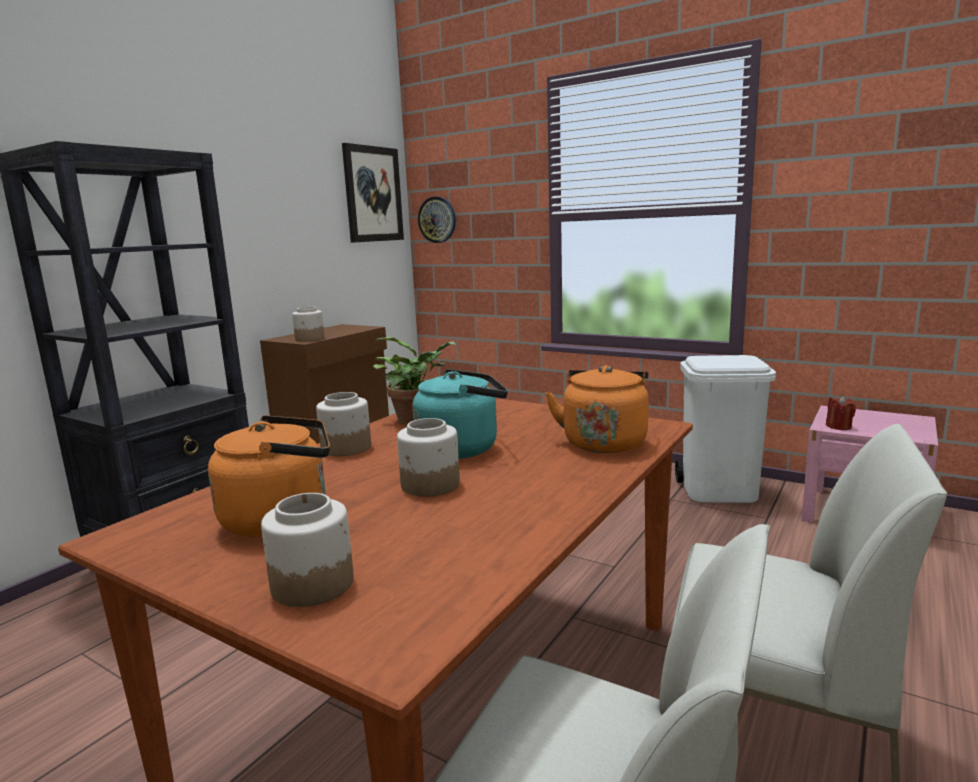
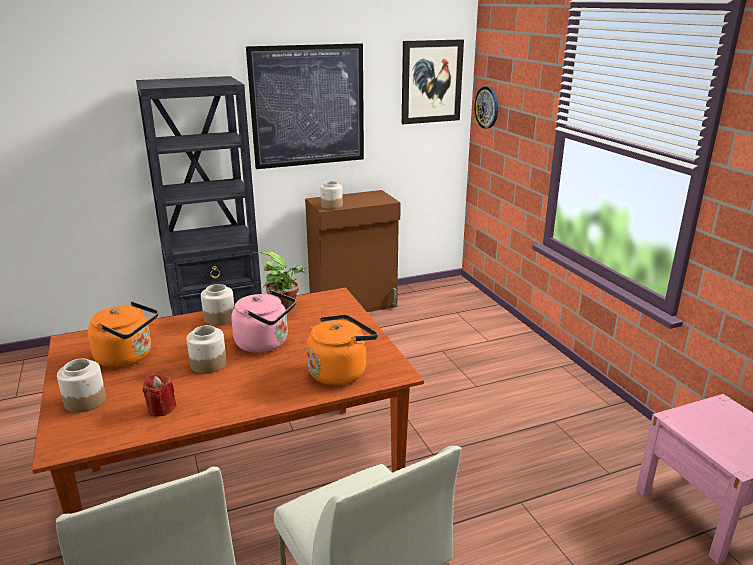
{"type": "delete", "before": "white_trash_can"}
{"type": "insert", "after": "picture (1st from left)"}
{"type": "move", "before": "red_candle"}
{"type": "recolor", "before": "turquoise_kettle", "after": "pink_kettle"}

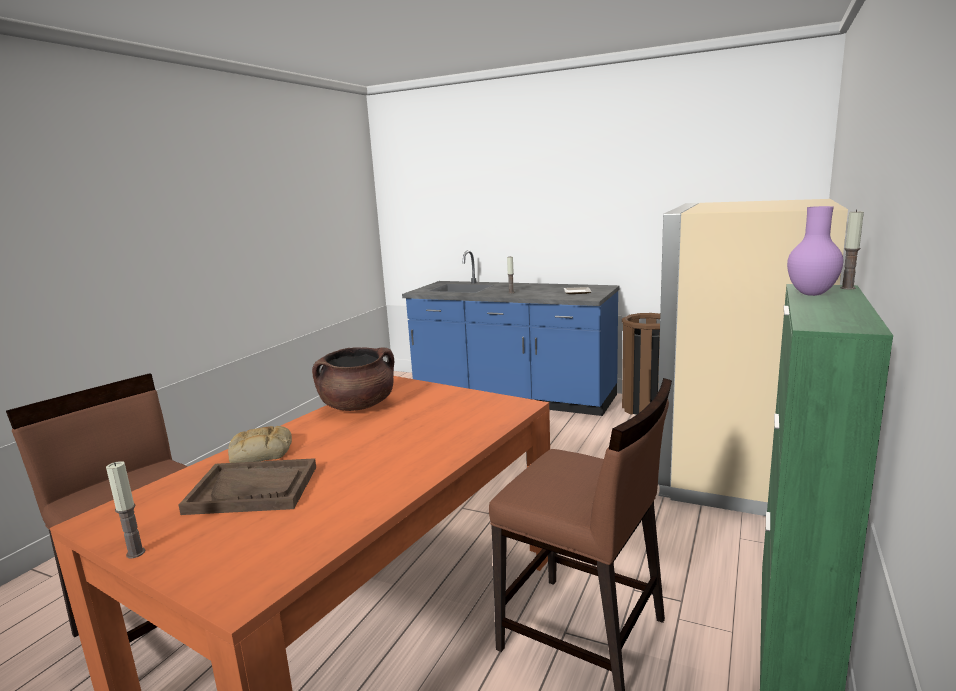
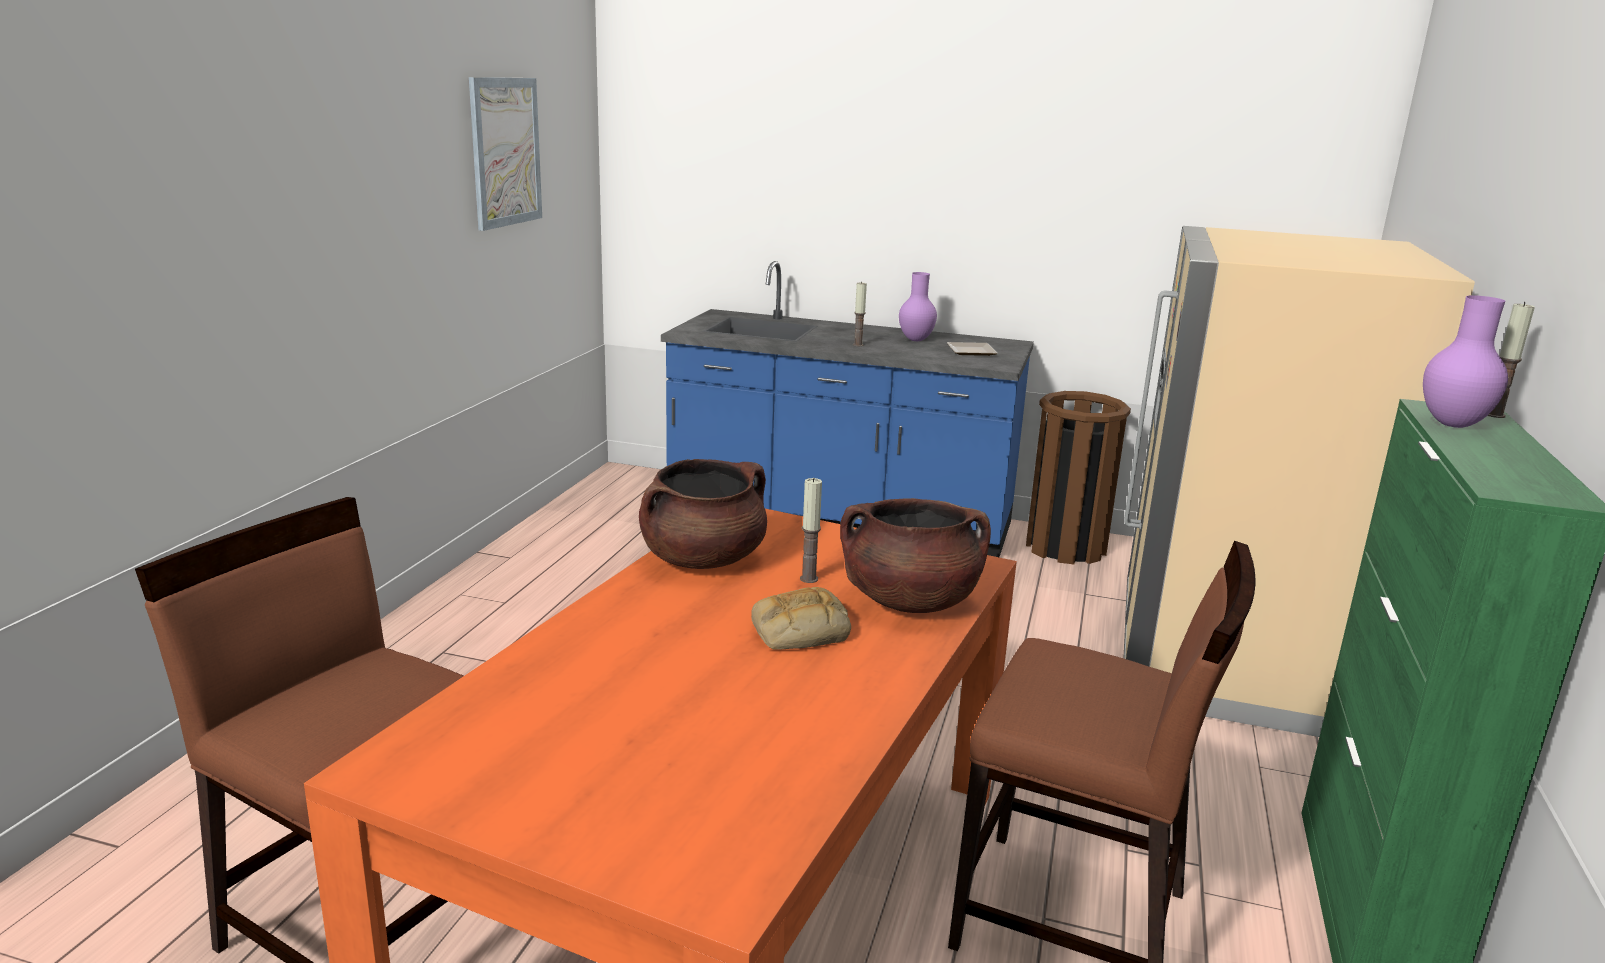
{"type": "delete", "before": "brown_tray"}
{"type": "insert", "after": "picture"}
{"type": "insert", "after": "brown_cooking_pot (2nd from left)"}
{"type": "insert", "after": "purple_vase (1st from left)"}
{"type": "move", "before": "candle (1st from left)"}
{"type": "move", "before": "bread"}

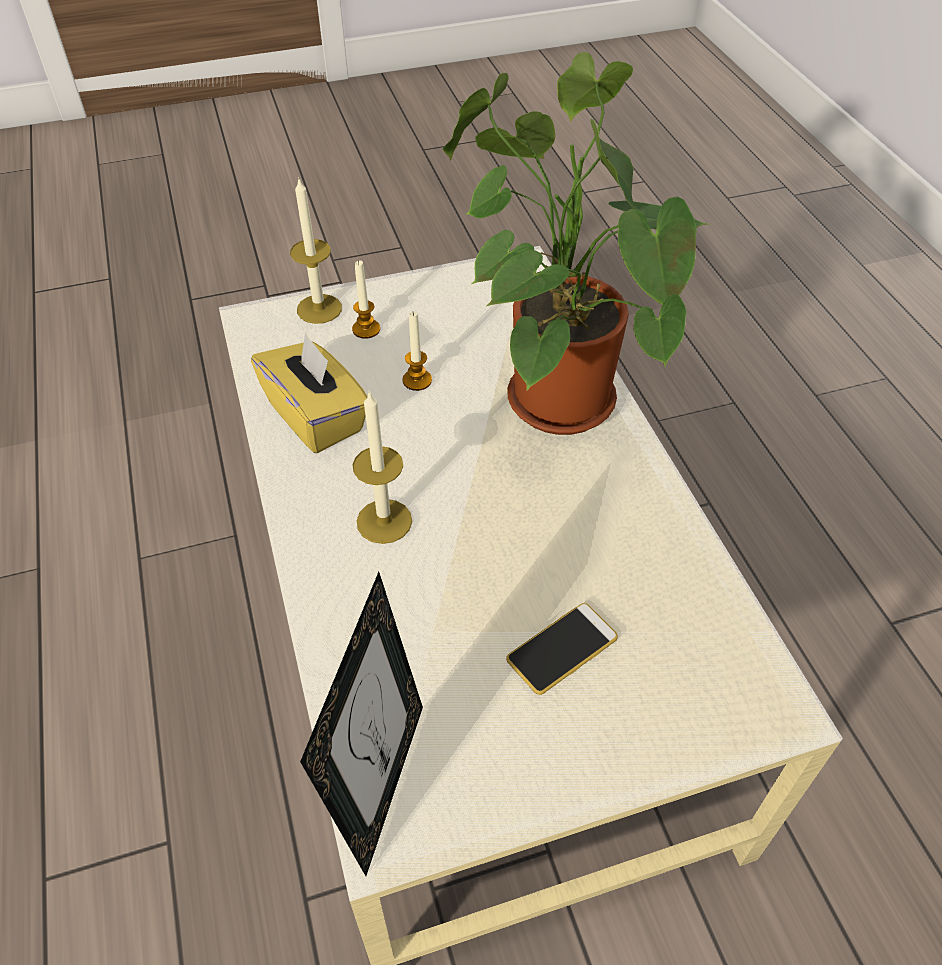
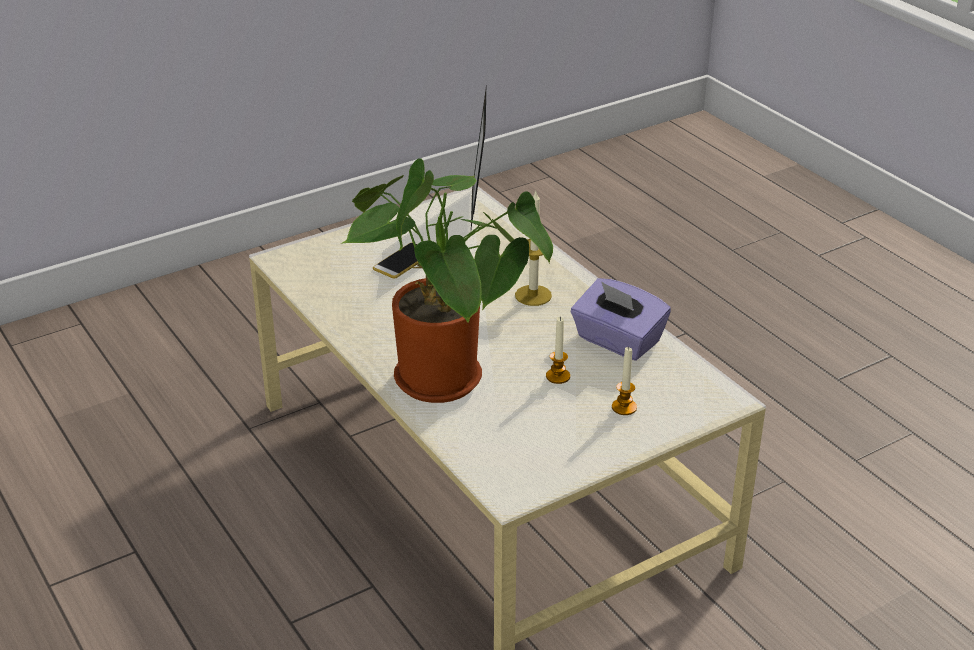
{"type": "delete", "before": "candle (1st from left)"}
{"type": "recolor", "before": "yellow_tissue_box", "after": "purple_tissue_box"}

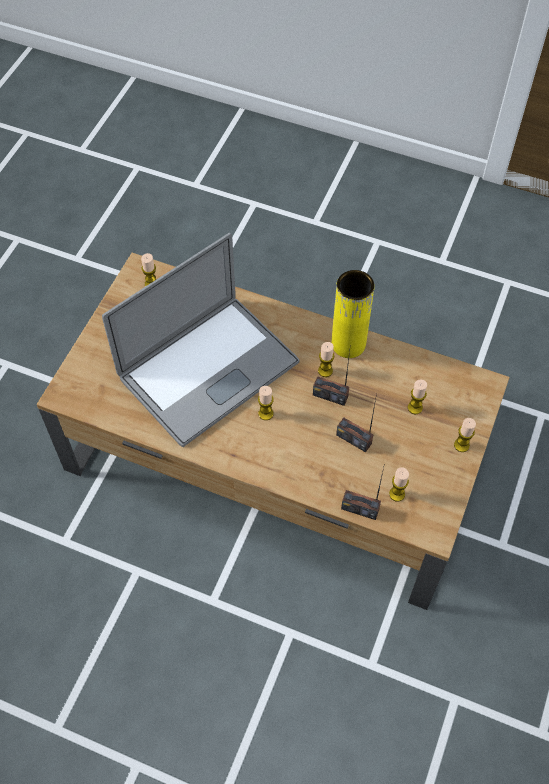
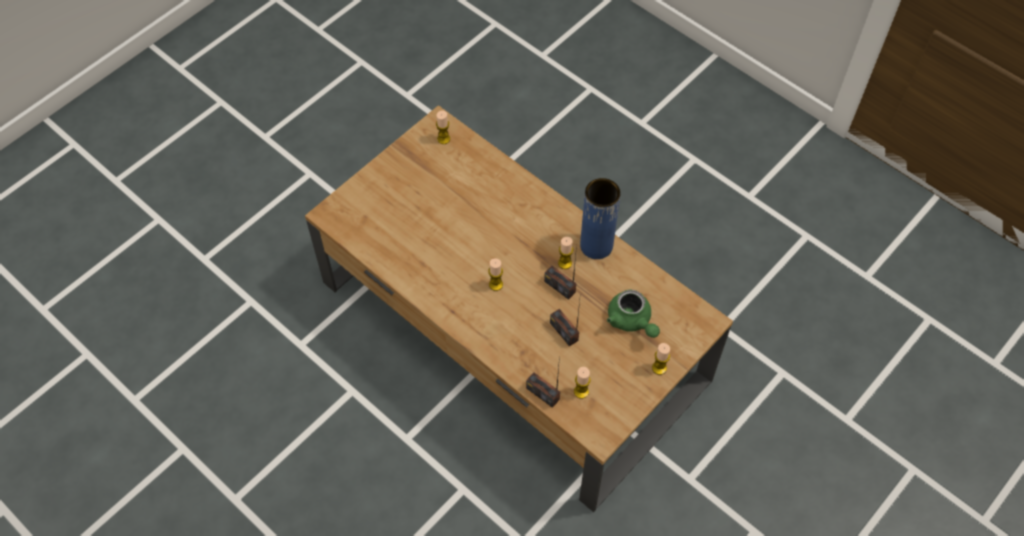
{"type": "delete", "before": "laptop"}
{"type": "replace", "before": "candle (5th from left)", "after": "green_teapot"}
{"type": "recolor", "before": "yellow_vase", "after": "blue_vase"}

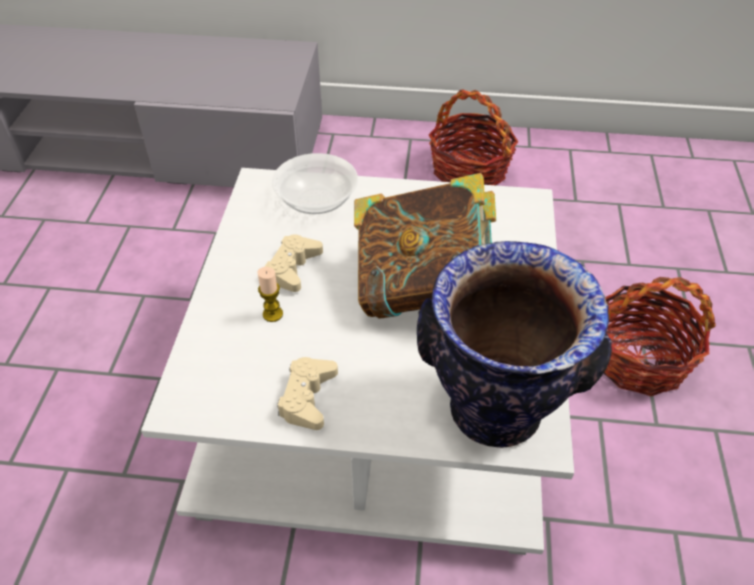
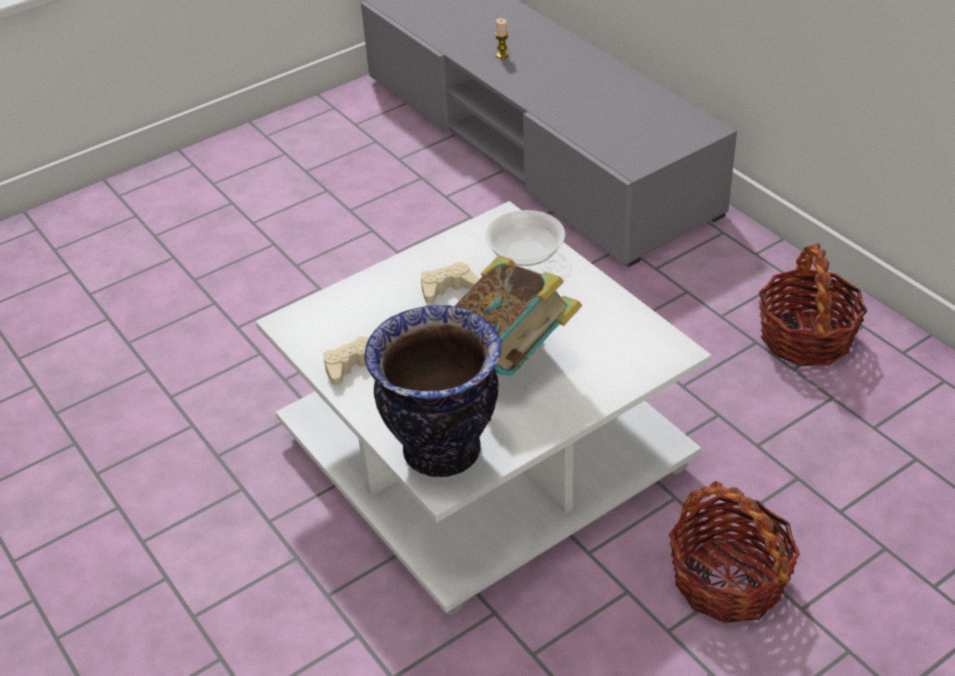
{"type": "move", "before": "candle"}

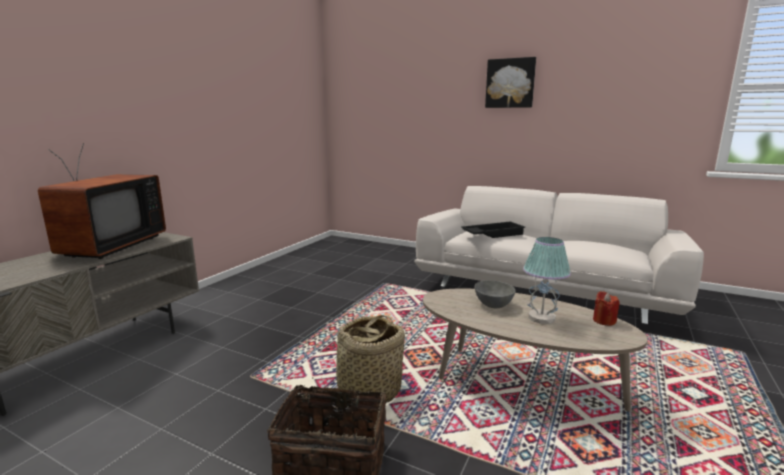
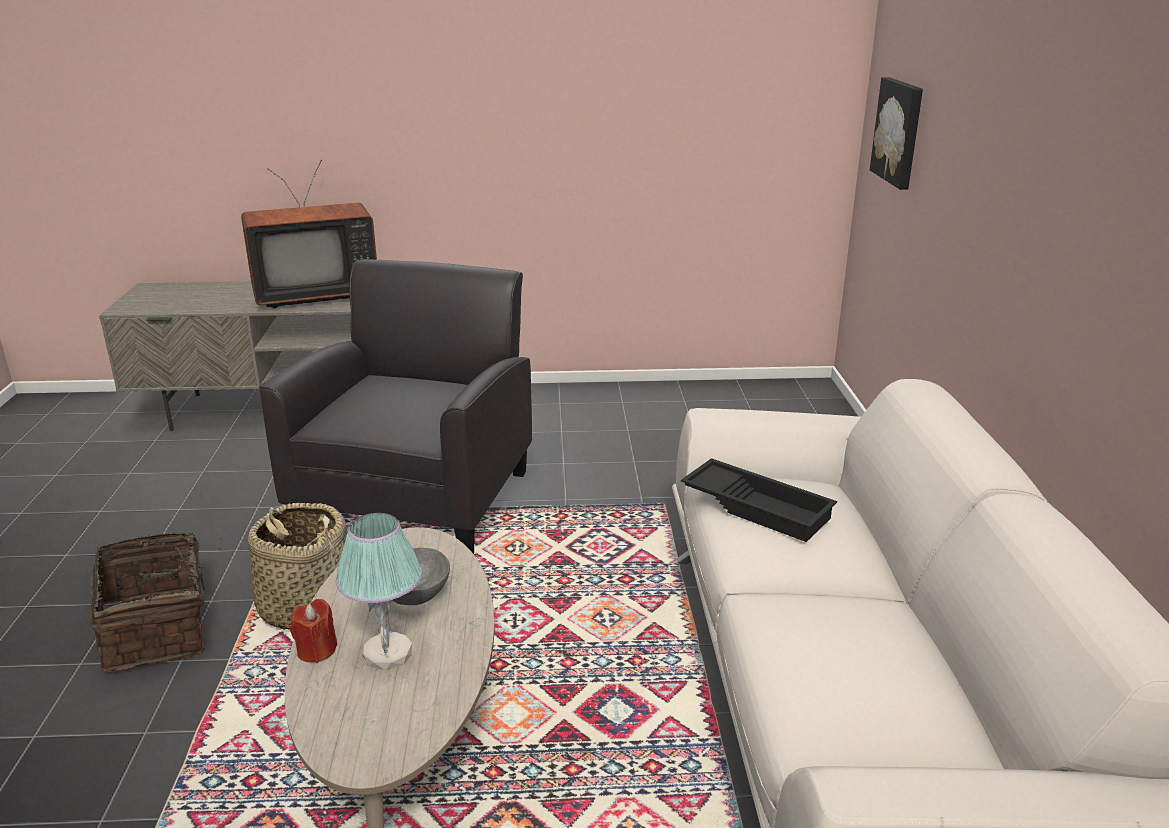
{"type": "insert", "after": "black_armchair"}
{"type": "move", "before": "picture"}
{"type": "move", "before": "red_candle"}

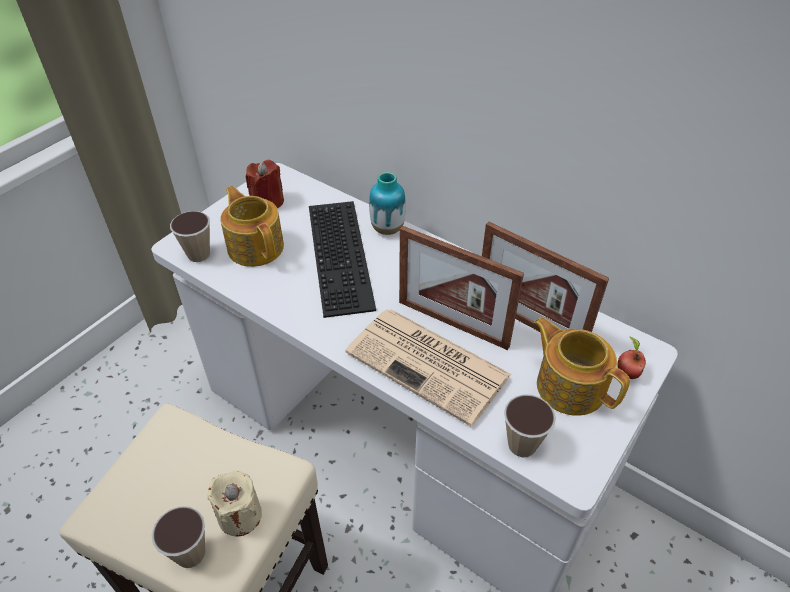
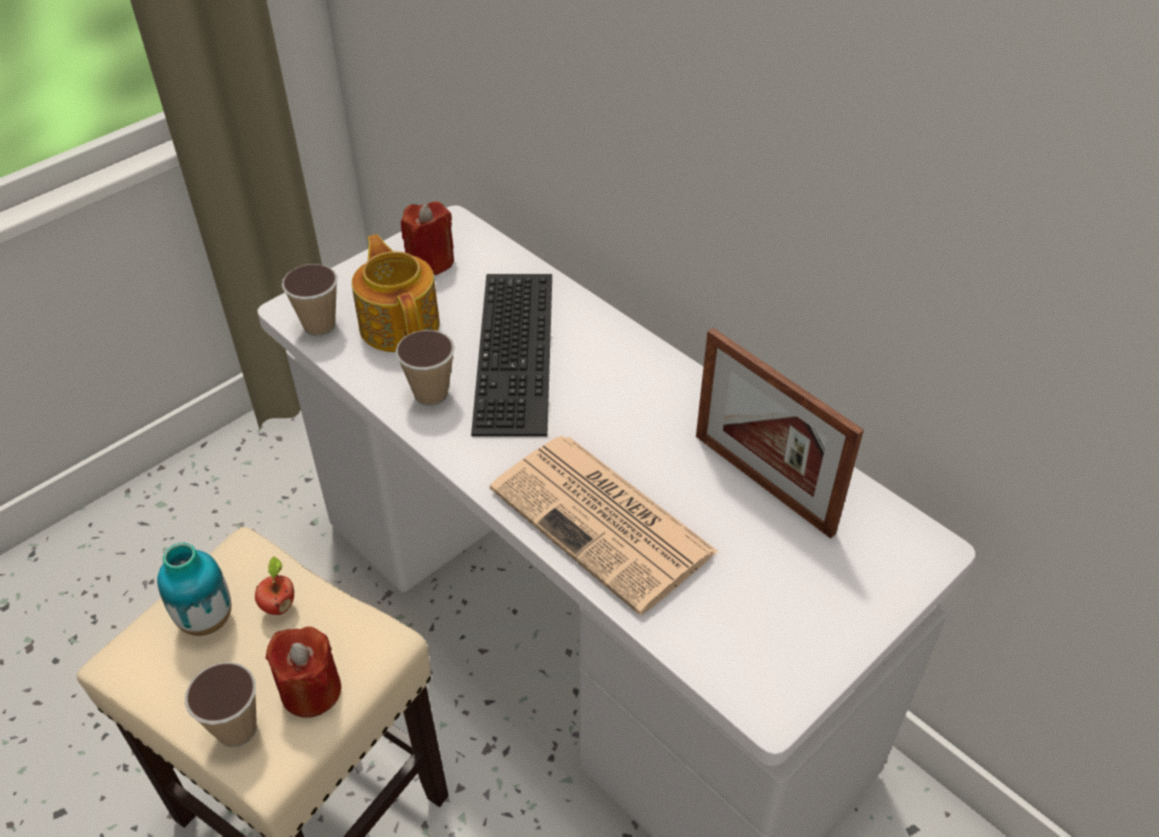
{"type": "delete", "before": "picture_frame (1st from left)"}
{"type": "delete", "before": "teapot (2nd from left)"}
{"type": "move", "before": "vase"}
{"type": "move", "before": "cup (3rd from left)"}
{"type": "move", "before": "apple"}
{"type": "recolor", "before": "beige_candle", "after": "red_candle (1st from left)"}

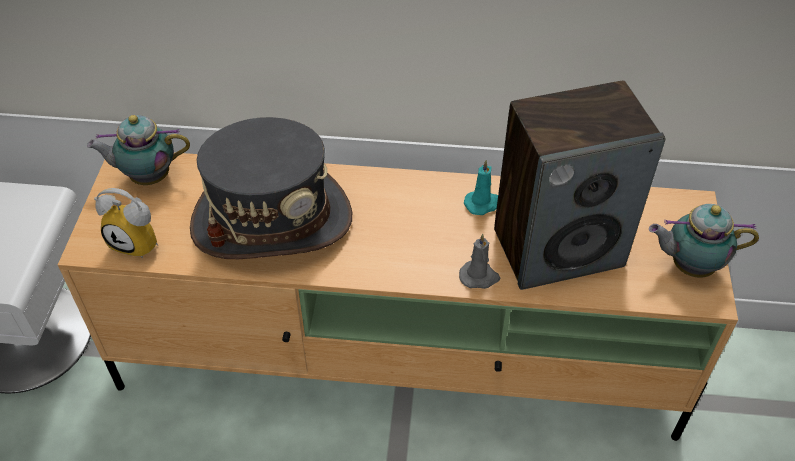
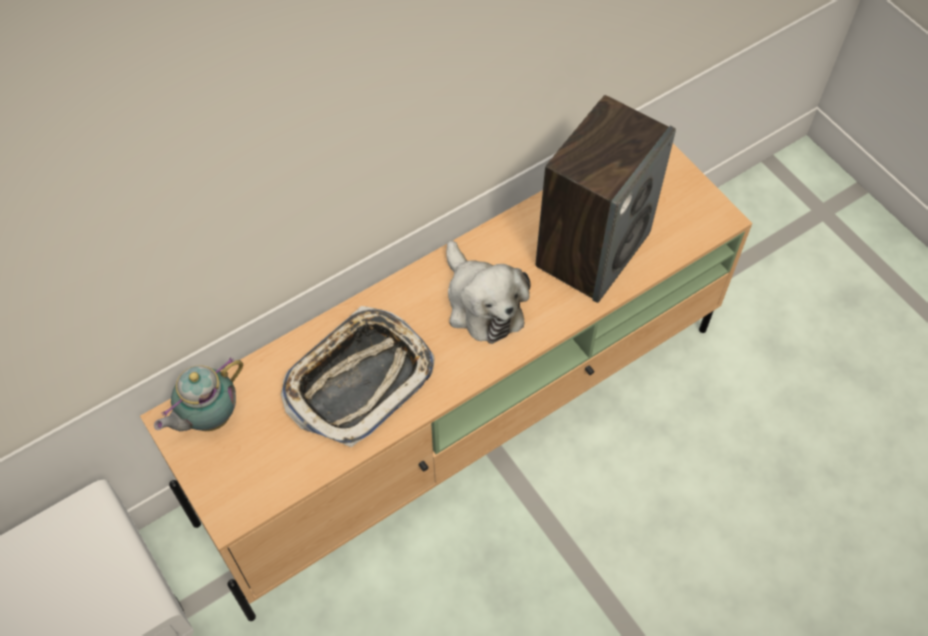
{"type": "delete", "before": "alarm_clock"}
{"type": "delete", "before": "grey_candle"}
{"type": "delete", "before": "turquoise_candle"}
{"type": "delete", "before": "teapot (2nd from left)"}
{"type": "insert", "after": "plush_toy"}
{"type": "replace", "before": "grey_hat", "after": "tray"}

